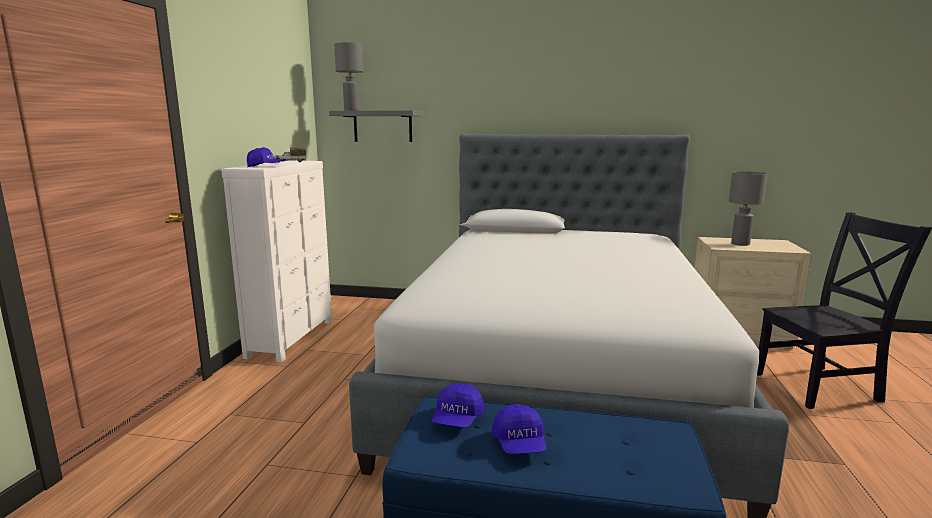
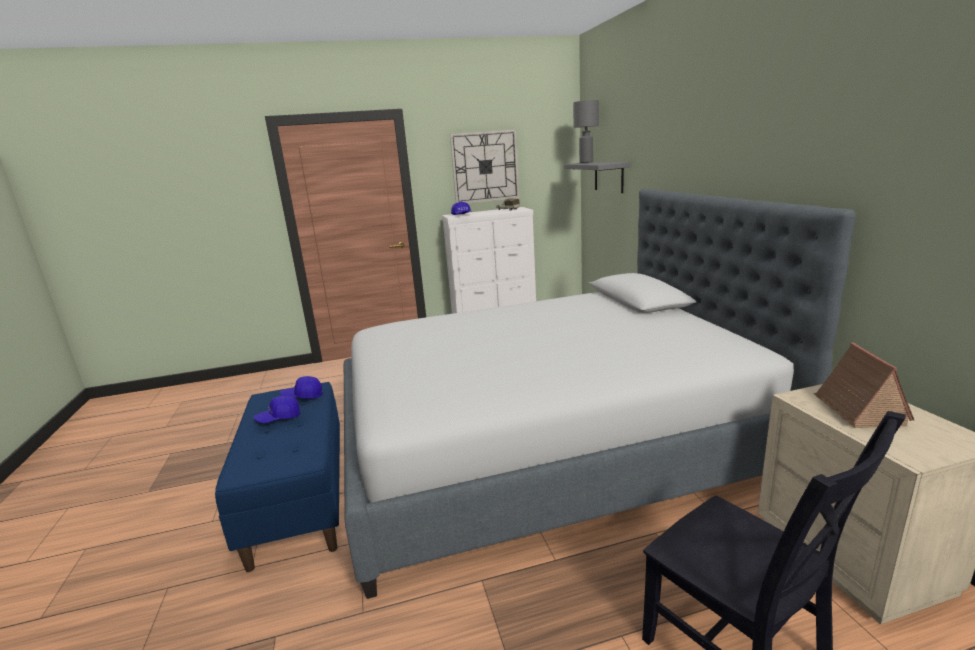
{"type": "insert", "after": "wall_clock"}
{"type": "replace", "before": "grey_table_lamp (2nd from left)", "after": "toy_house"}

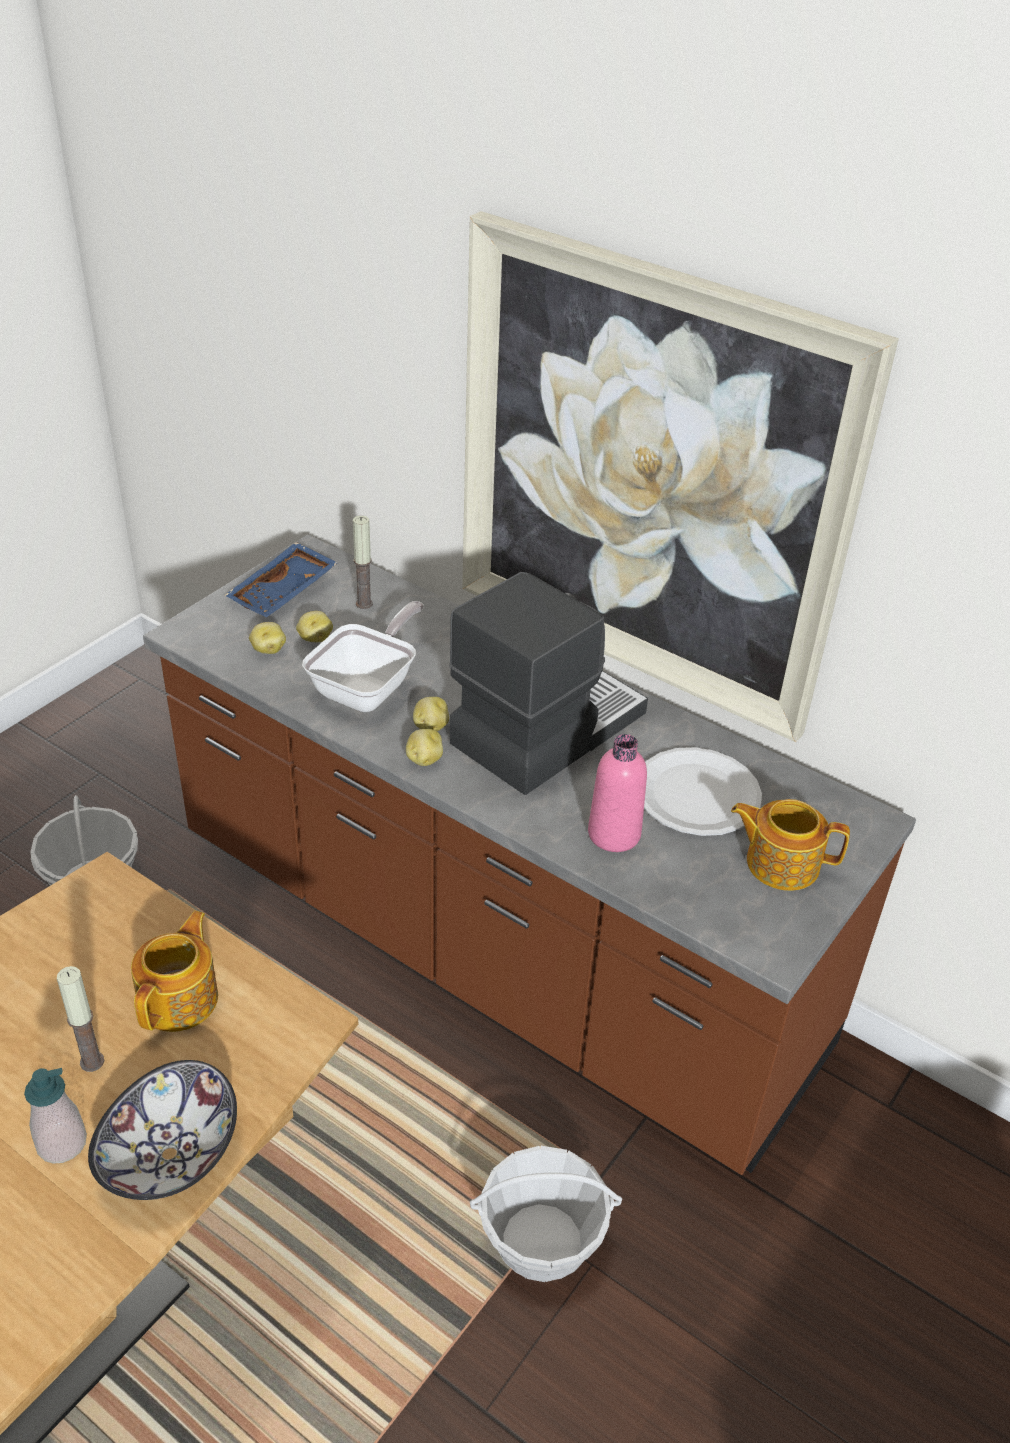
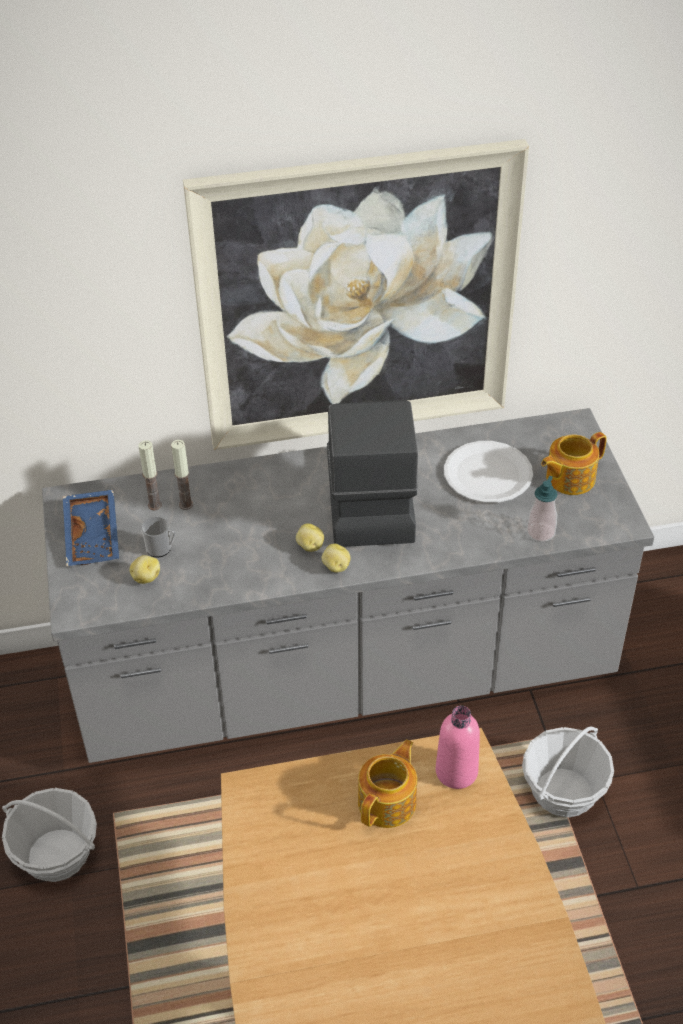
{"type": "delete", "before": "bowl"}
{"type": "delete", "before": "frying_pan"}
{"type": "move", "before": "soap_dispenser"}
{"type": "move", "before": "candle (1st from left in the first image)", "after": "candle (2nd from left)"}
{"type": "move", "before": "pink_bottle"}
{"type": "replace", "before": "potato (2nd from left)", "after": "mug"}
{"type": "recolor", "before": "brown_counter", "after": "grey_counter"}
{"type": "rotate", "before": "teapot (1st from left)", "turn": 60}

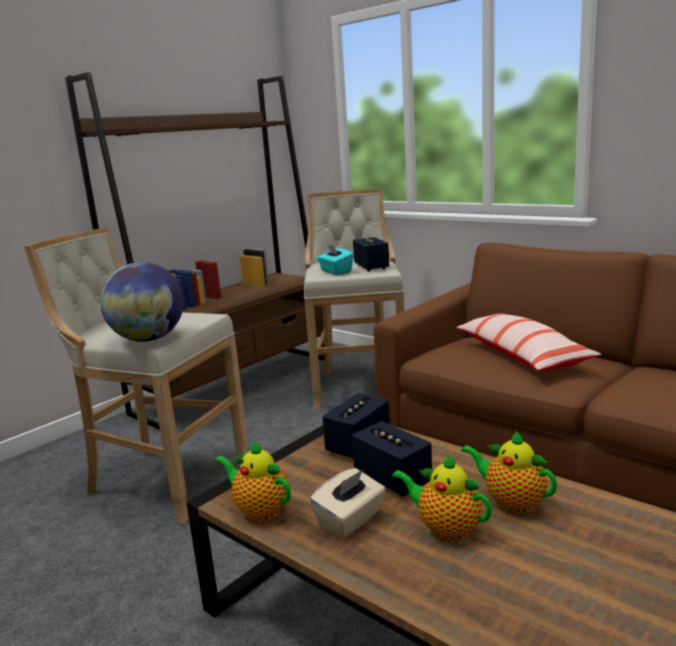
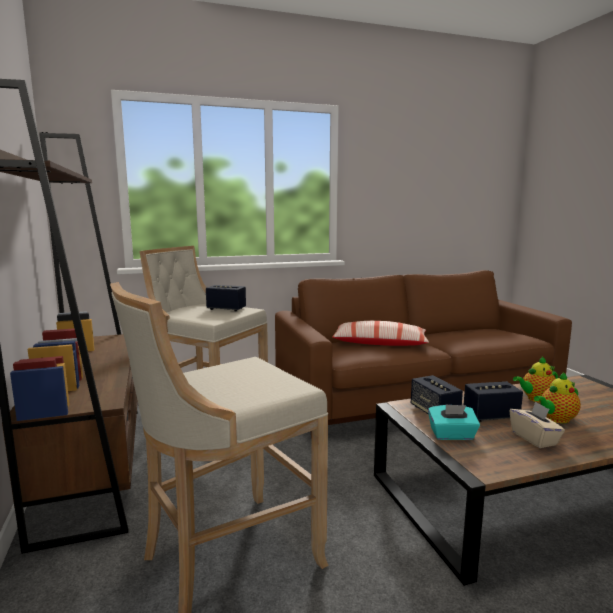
{"type": "delete", "before": "globe"}
{"type": "delete", "before": "teapot (1st from left)"}
{"type": "move", "before": "turquoise_tissue_box"}

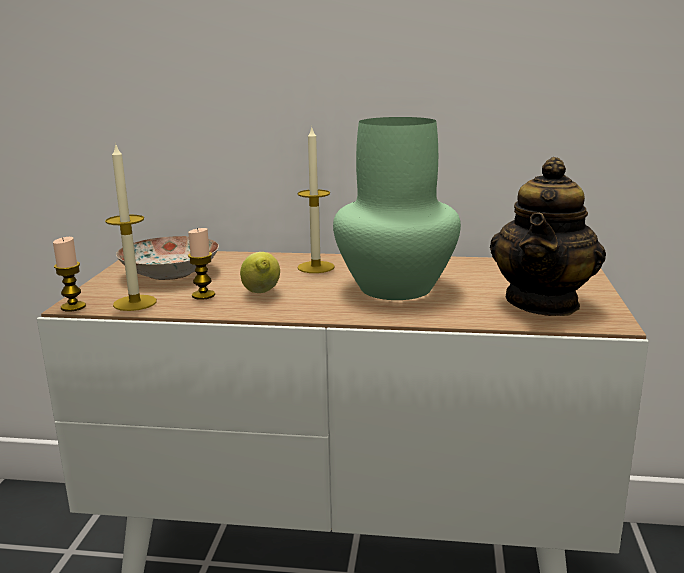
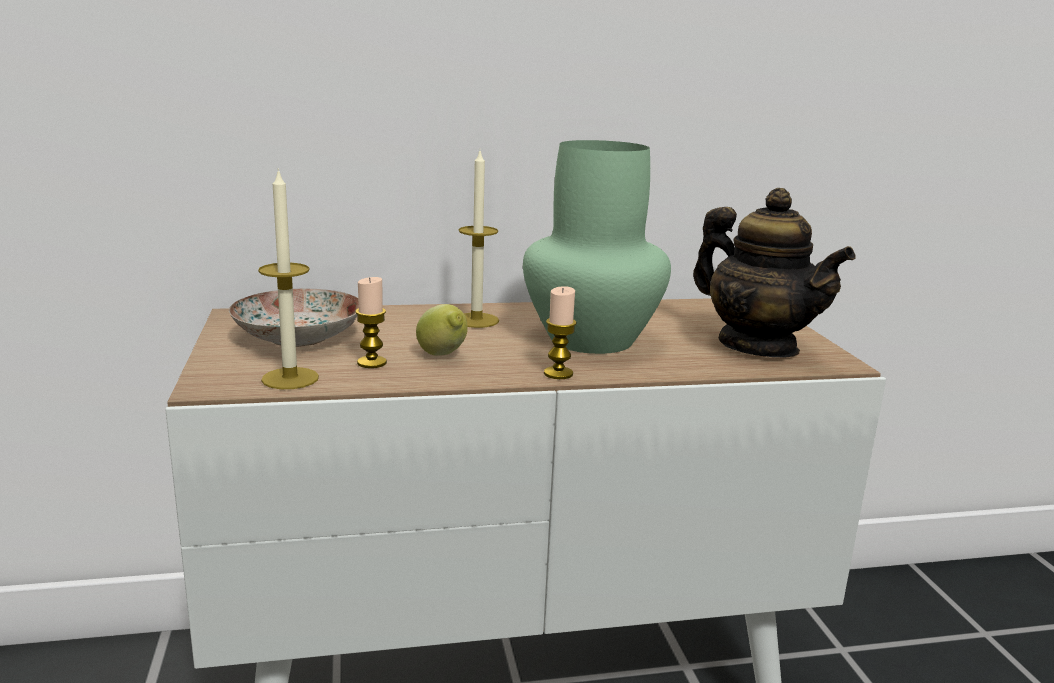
{"type": "move", "before": "candle (1st from left in the first image)", "after": "candle (4th from left)"}
{"type": "rotate", "before": "teapot", "turn": -45}

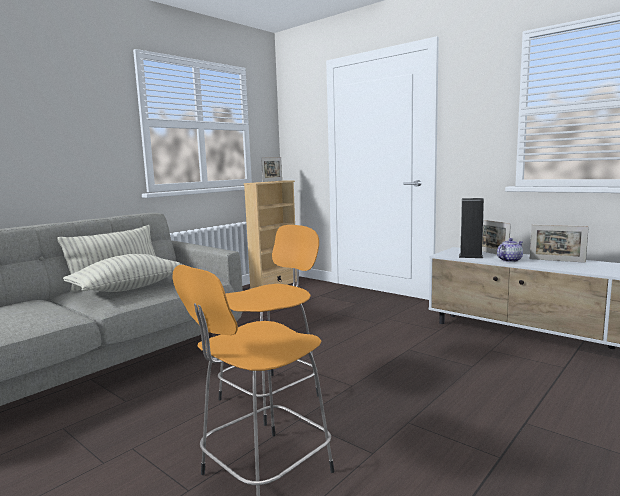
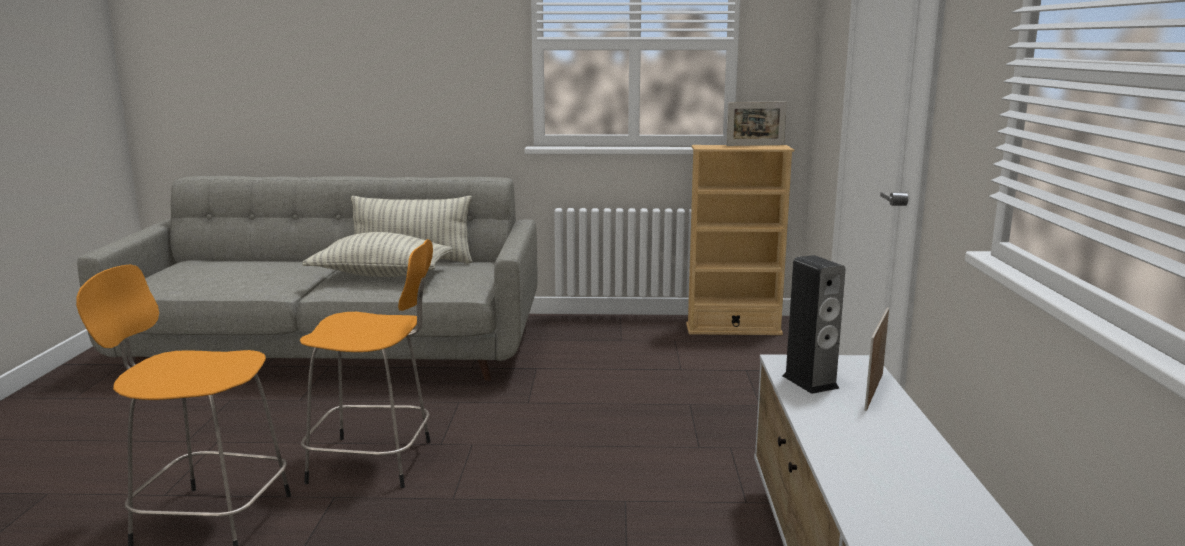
{"type": "delete", "before": "teapot"}
{"type": "delete", "before": "picture_frame (3rd from left)"}

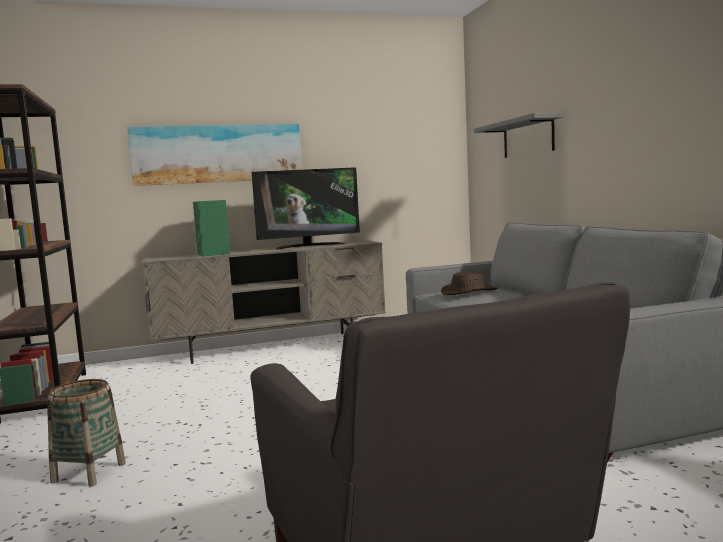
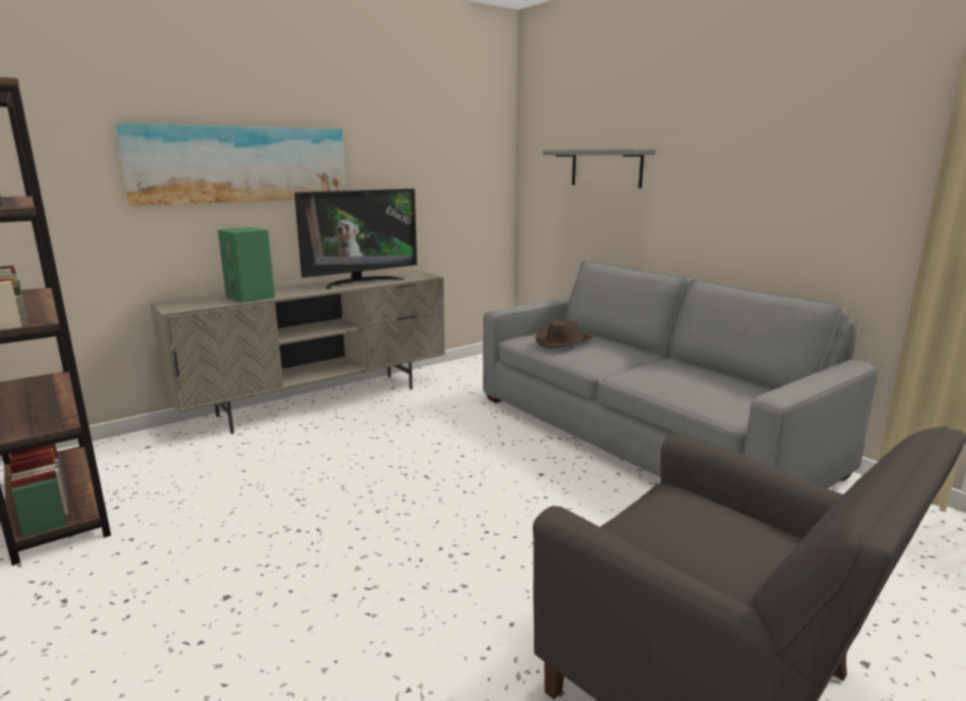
{"type": "delete", "before": "basket"}

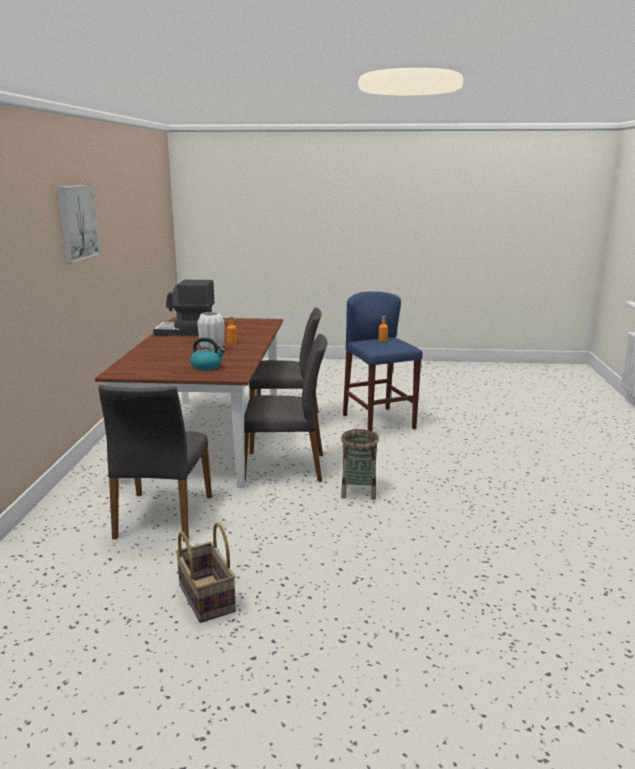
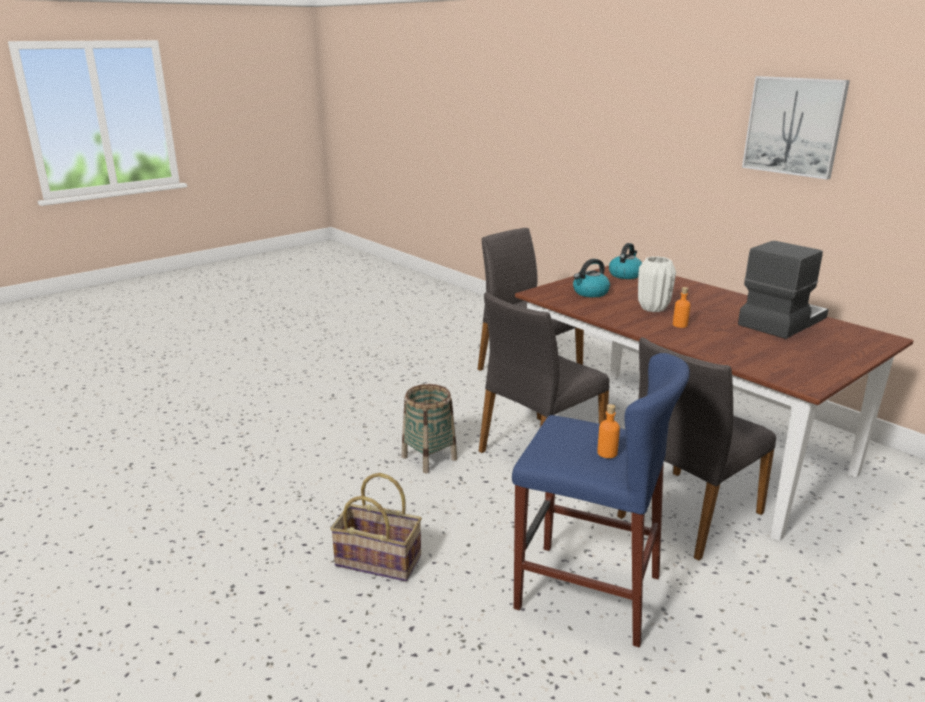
{"type": "insert", "after": "kettle (2nd from left)"}
{"type": "move", "before": "basket (1st from left)"}

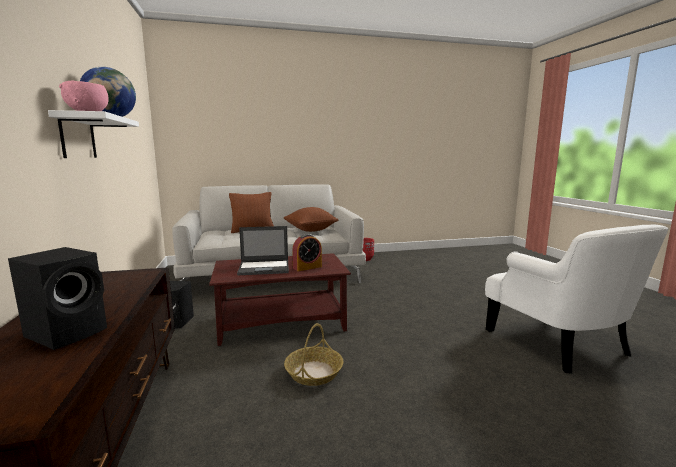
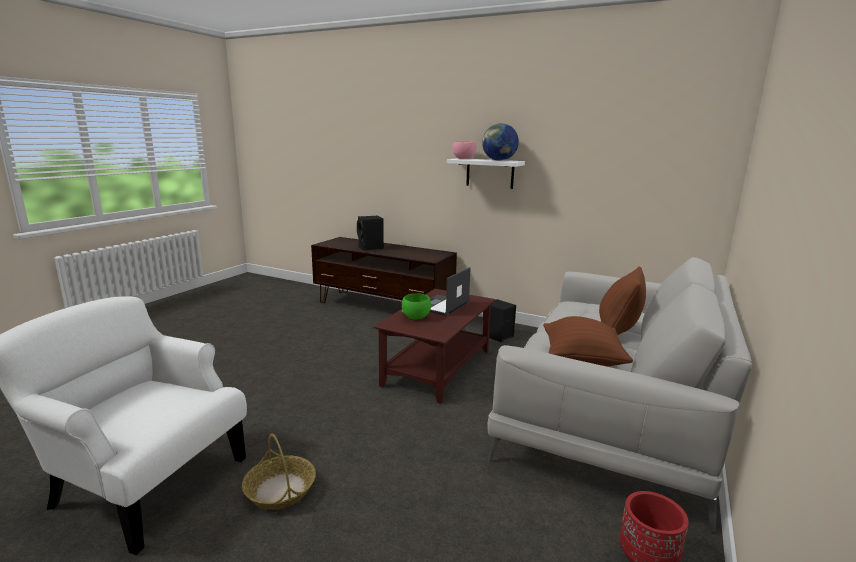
{"type": "move", "before": "basket"}
{"type": "replace", "before": "alarm_clock", "after": "green_bowl"}

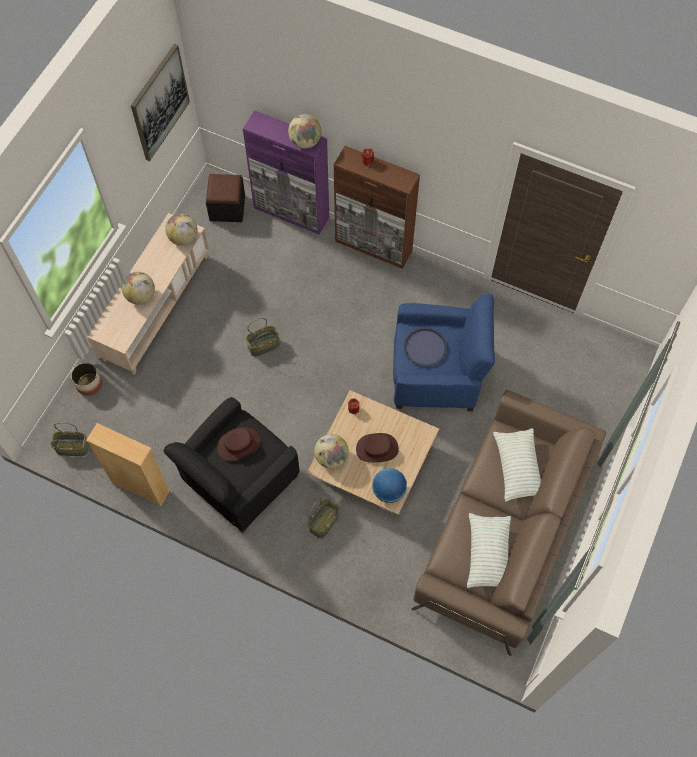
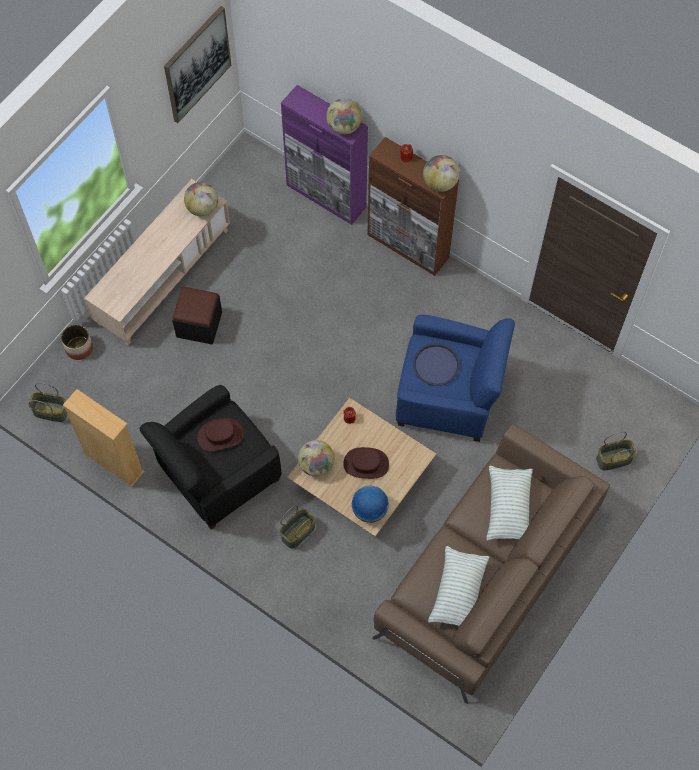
{"type": "move", "before": "globe (1st from left in the first image)", "after": "globe (5th from left)"}
{"type": "move", "before": "black_ottoman"}
{"type": "move", "before": "basket (2nd from left in the first image)", "after": "basket (3rd from left)"}

